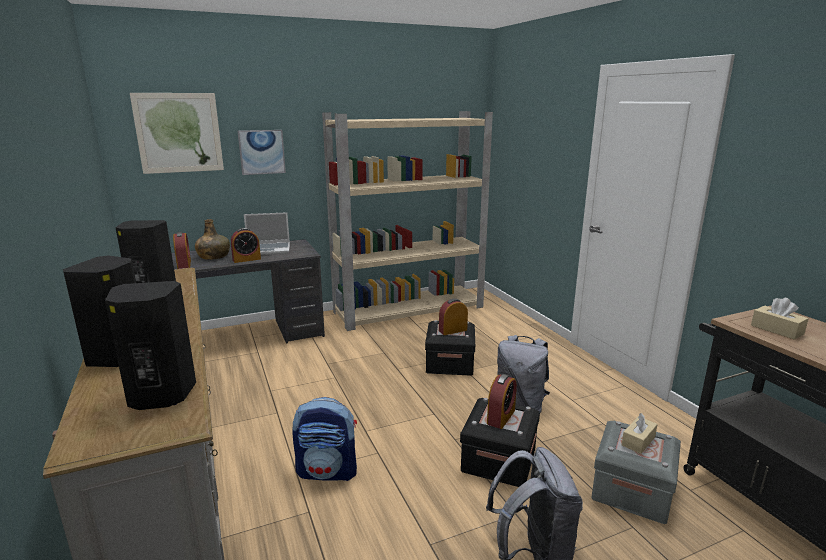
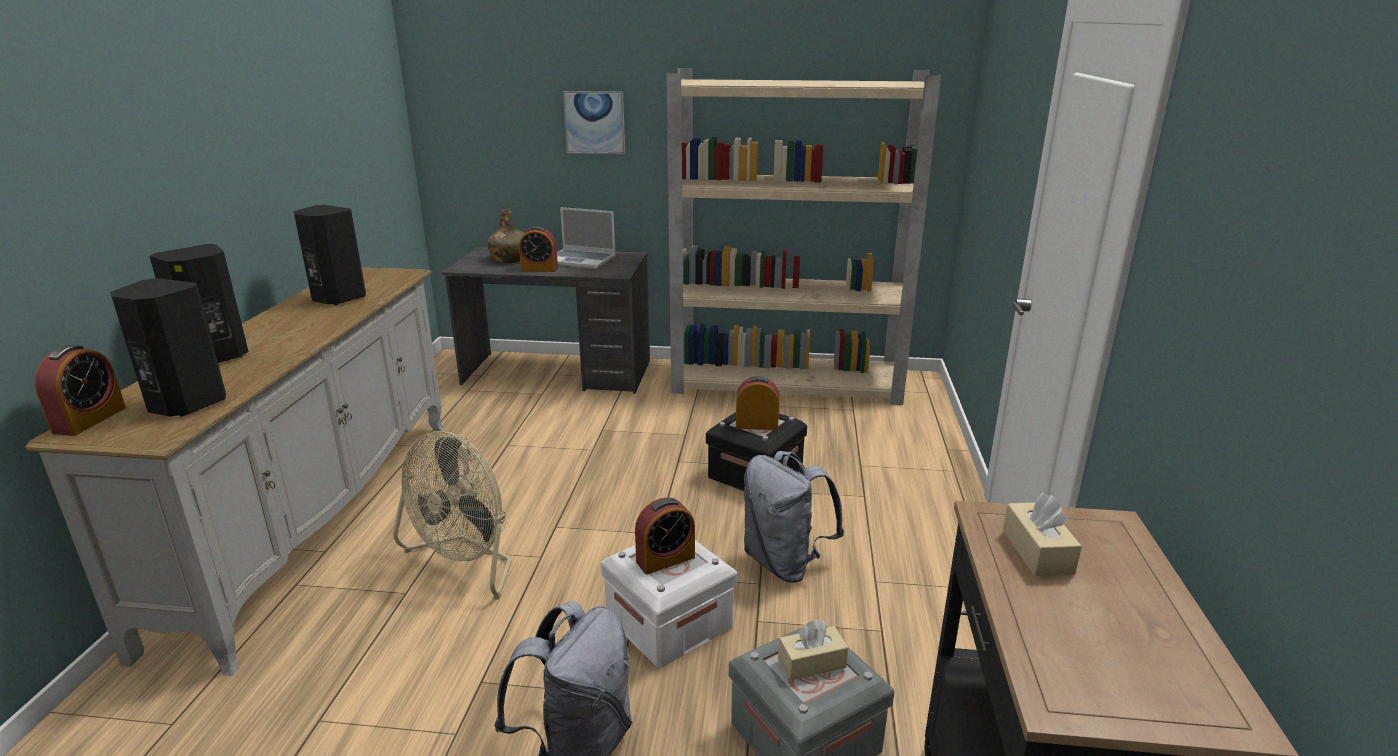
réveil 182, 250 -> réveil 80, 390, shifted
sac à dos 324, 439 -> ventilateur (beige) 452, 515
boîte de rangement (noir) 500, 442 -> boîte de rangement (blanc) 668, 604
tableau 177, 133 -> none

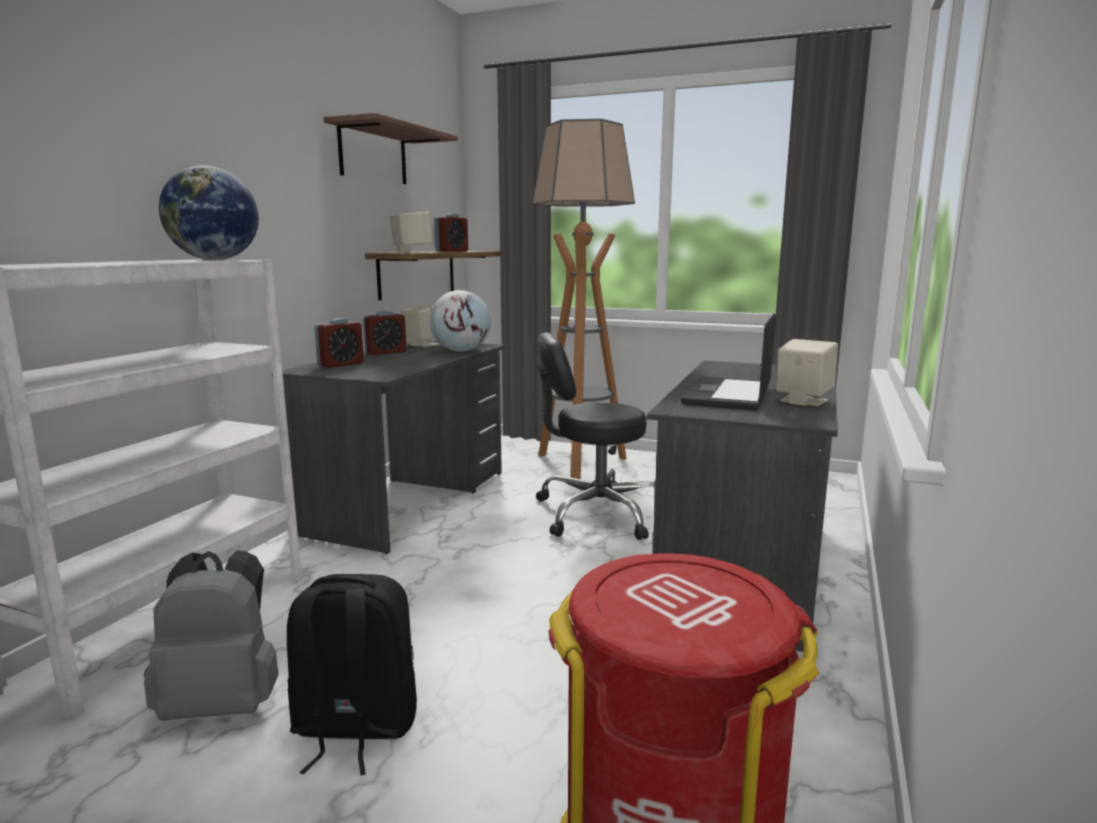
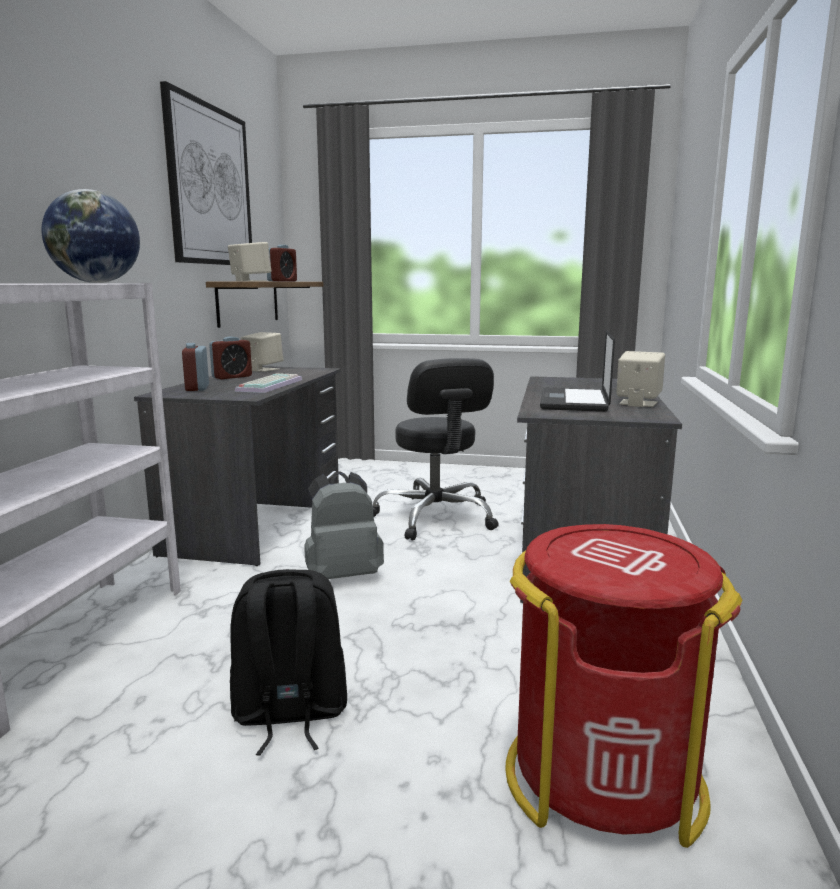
étagère 390, 148 -> tableau 206, 173
réveil 339, 343 -> réveil 195, 367, 135 degrees clockwise
none -> clavier 268, 383
sac à dos (gris) 211, 635 -> sac à dos (gris) 344, 525, shifted
chaise de bureau (noir) 595, 436 -> chaise de bureau (noir) 435, 449, 90 degrees counterclockwise
globe 460, 321 -> none
lampadaire 583, 299 -> none

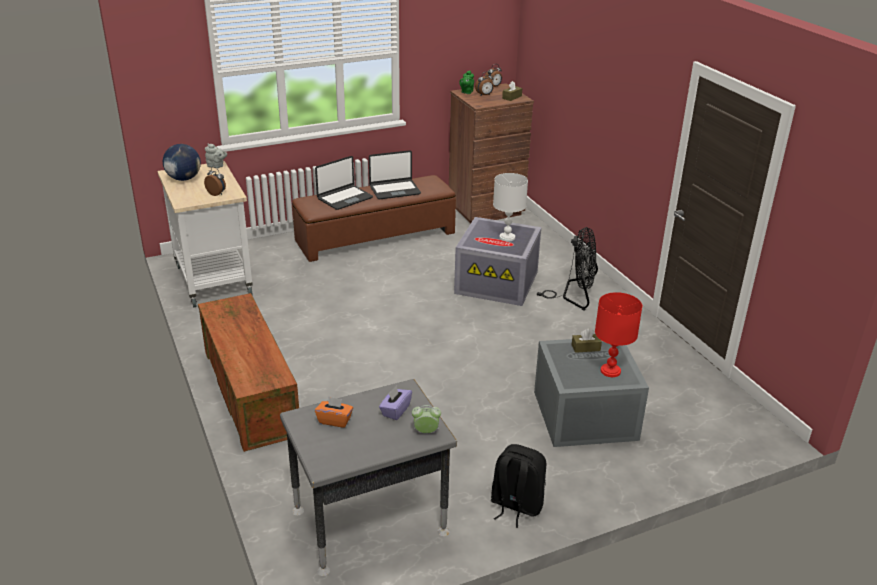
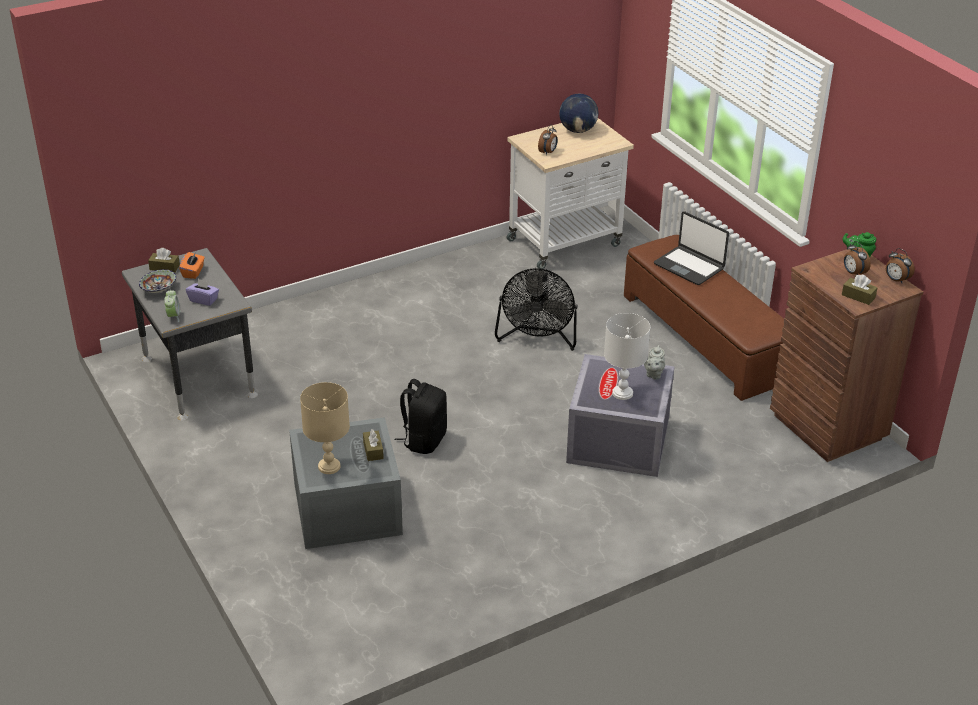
none -> bol 157, 281
none -> boîte à mouchoirs (marron) 164, 260
lampe de table (rouge) 618, 334 -> lampe de table (beige) 325, 428
sac à dos (noir) 518, 486 -> sac à dos (noir) 421, 416, shifted
ventilateur (noir) 567, 269 -> ventilateur (noir) 536, 309, shifted
théière (gris) 216, 155 -> théière (gris) 654, 362, shifted
banc (marron) 248, 372 -> none
ordinateur portable 395, 174 -> none

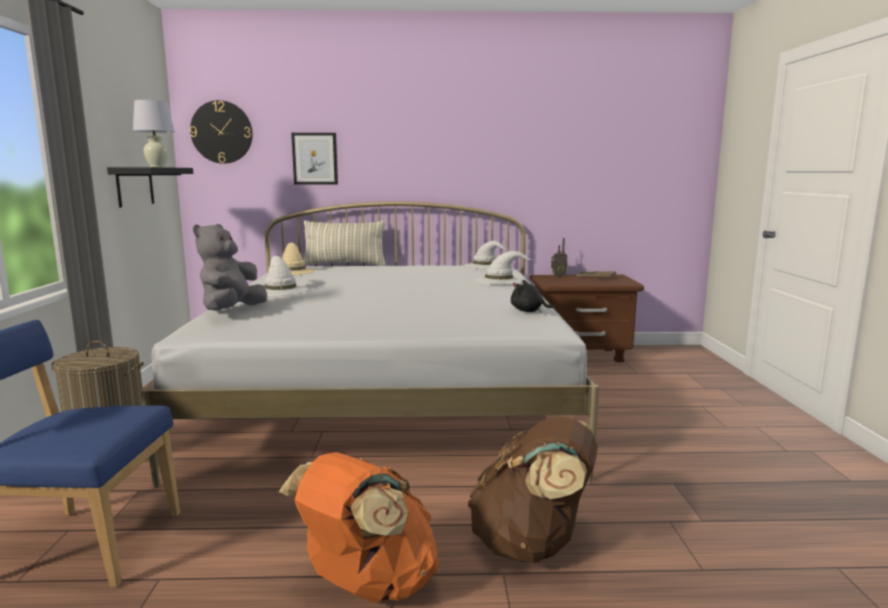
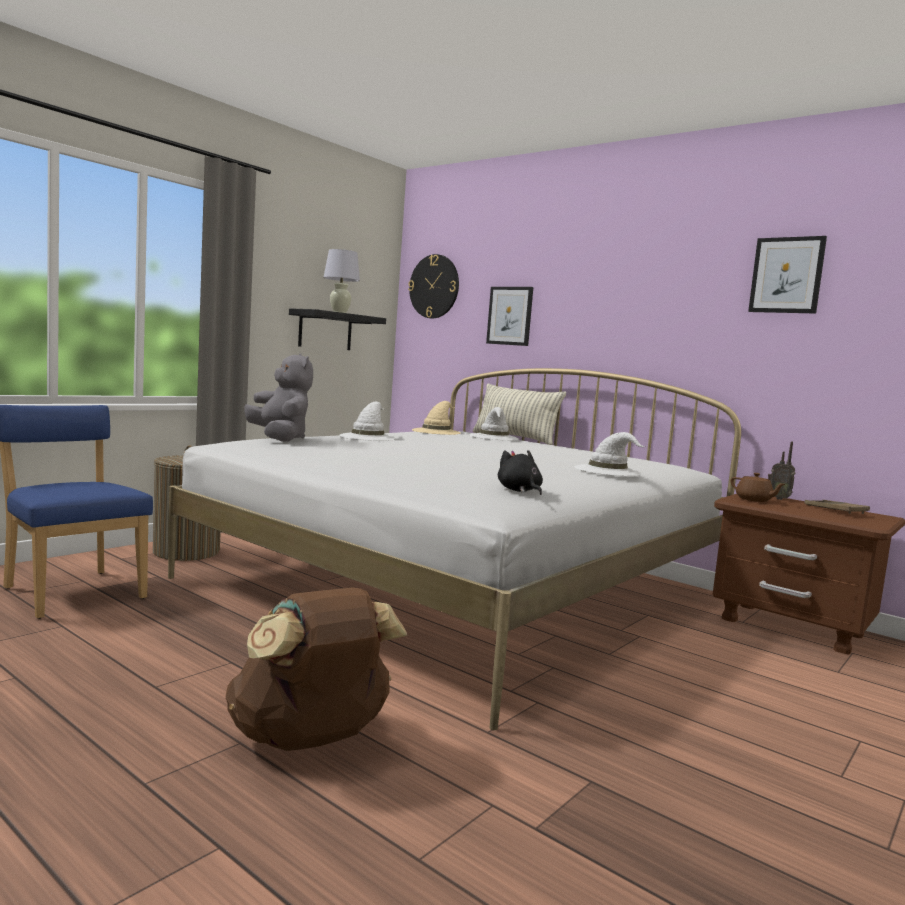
peluche (gris) 230, 267 -> peluche (gris) 278, 398, 90 degrees clockwise
chapeau (blanc) 485, 255 -> chapeau (blanc) 494, 424, shifted
none -> théière (marron) 758, 487
none -> tableau 787, 275
sac à dos (orange) 359, 527 -> none

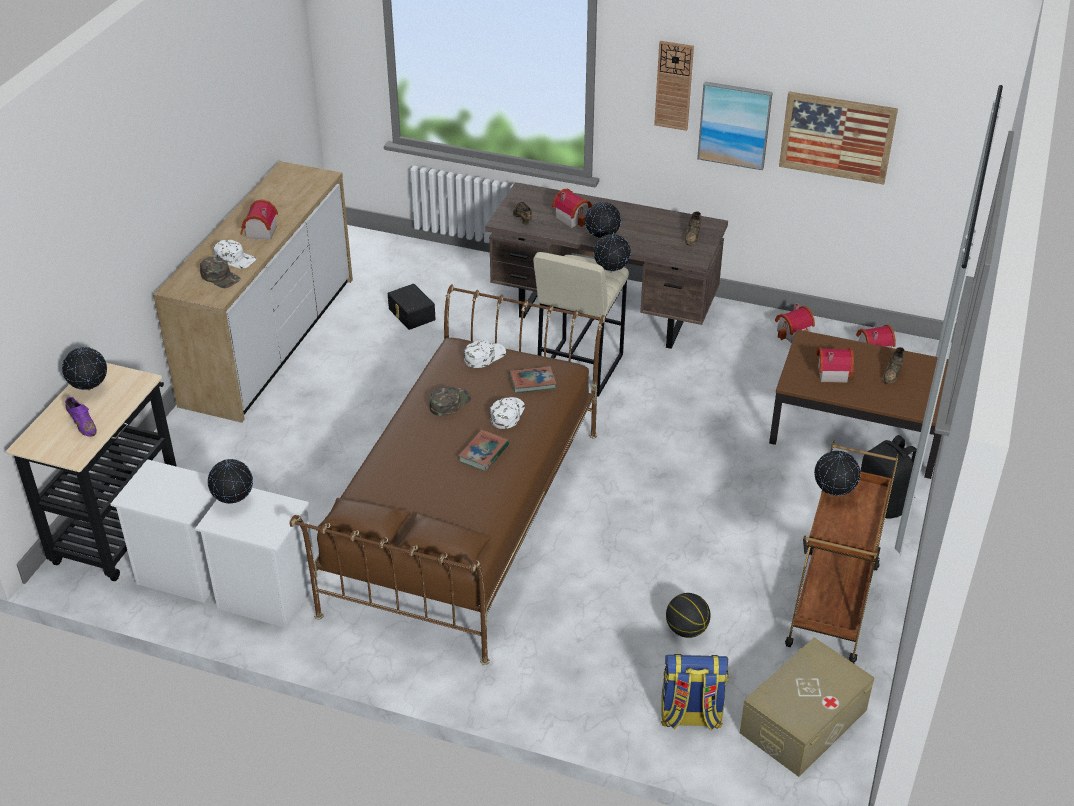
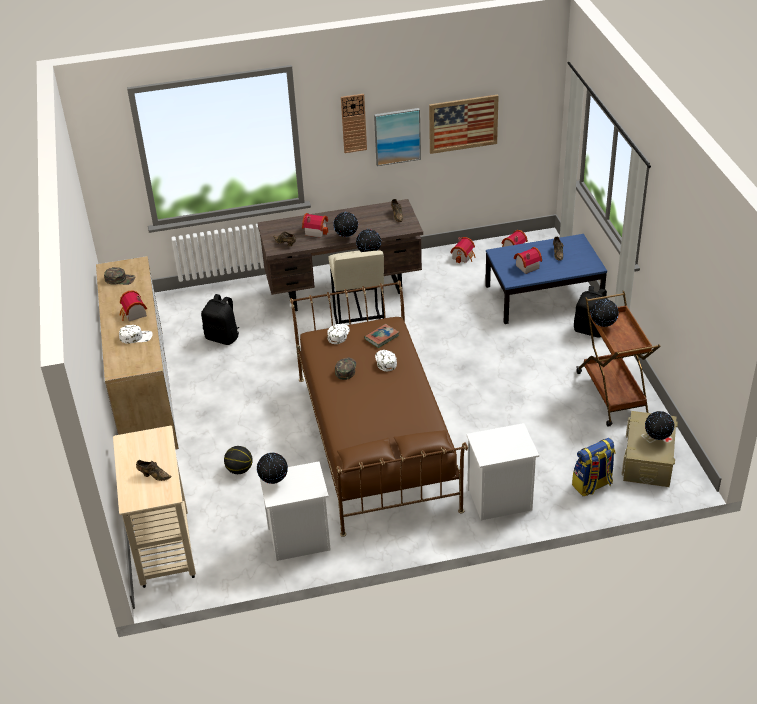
casquette (vert) 220, 272 -> casquette (vert) 119, 276, shifted
chariot (noir) 91, 472 -> chariot (beige) 154, 507
chaussure (violet) 81, 417 -> chaussure (marron) 154, 470
boîte de rangement (noir) 412, 307 -> sac à dos (noir) 220, 319
ballon de basket 688, 615 -> ballon de basket 238, 460, shifted
table de chevet (blanc) 163, 531 -> table de chevet (blanc) 502, 472, shifted
table basse (marron) 859, 404 -> table basse (bleu) 546, 279
globe 84, 368 -> globe 659, 425, shifted
livre 483, 450 -> none

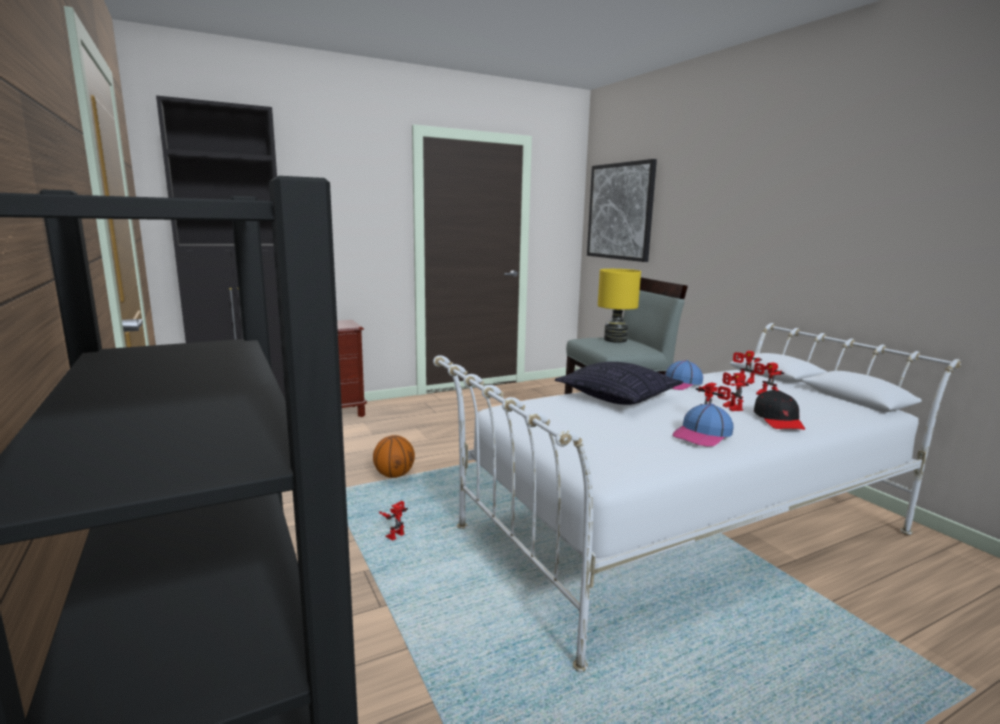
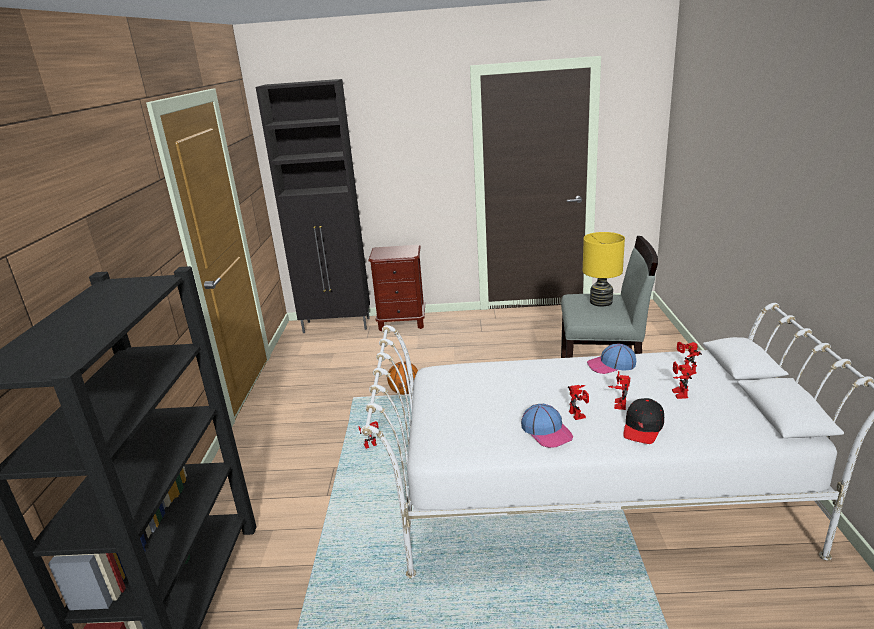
casquette 703, 425 -> casquette 547, 426, 105 degrees counterclockwise
coussin 619, 383 -> none
tableau 622, 210 -> none

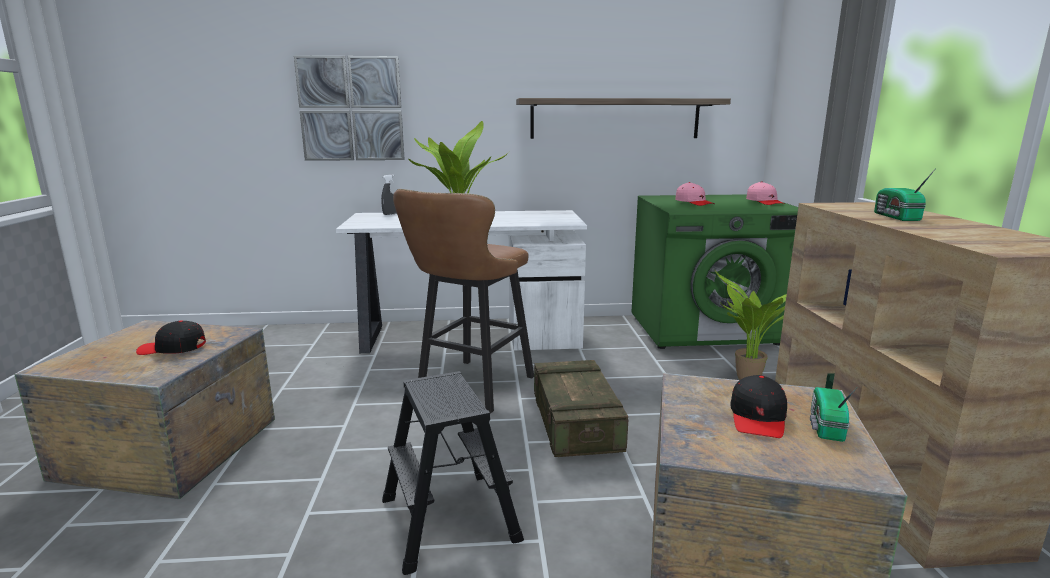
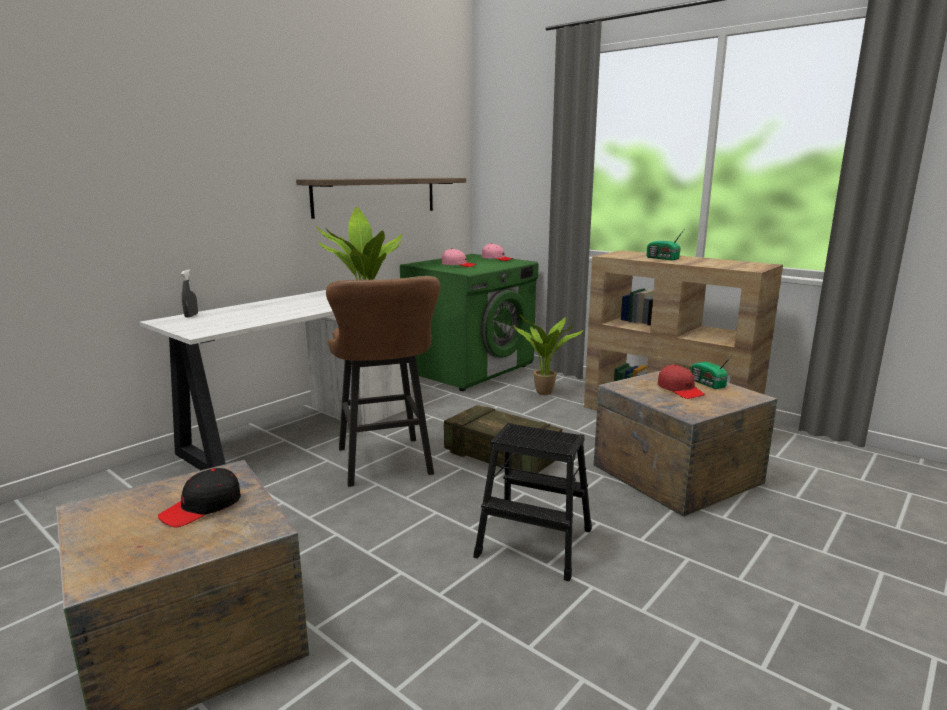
casquette (noir) 758, 406 -> casquette (rouge) 681, 381
tableau 349, 108 -> none

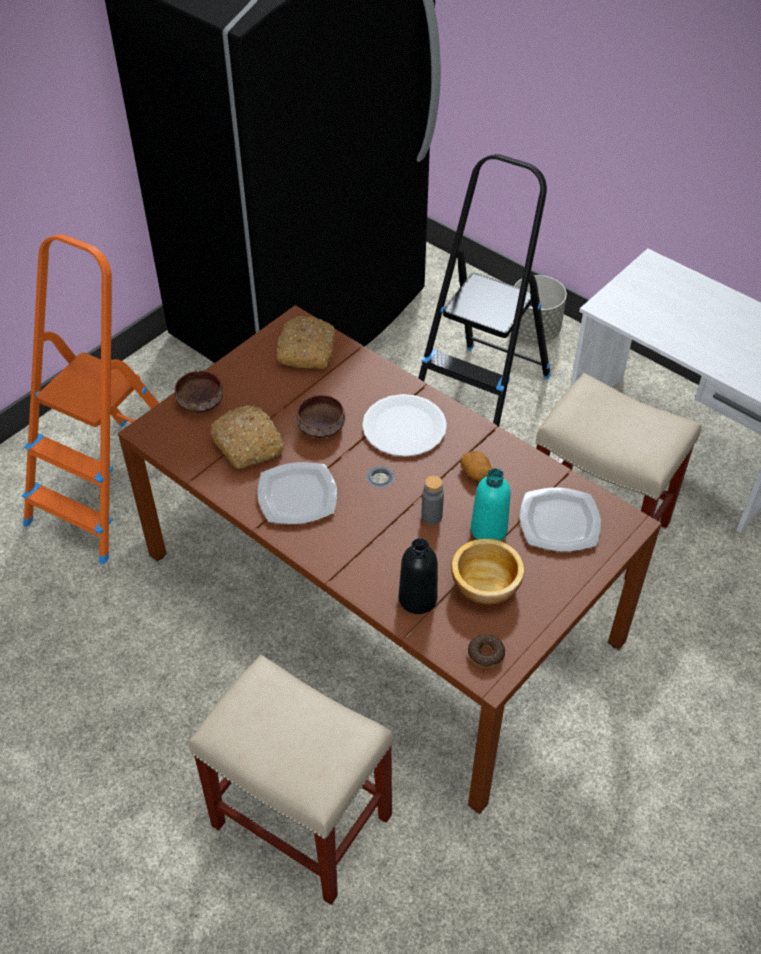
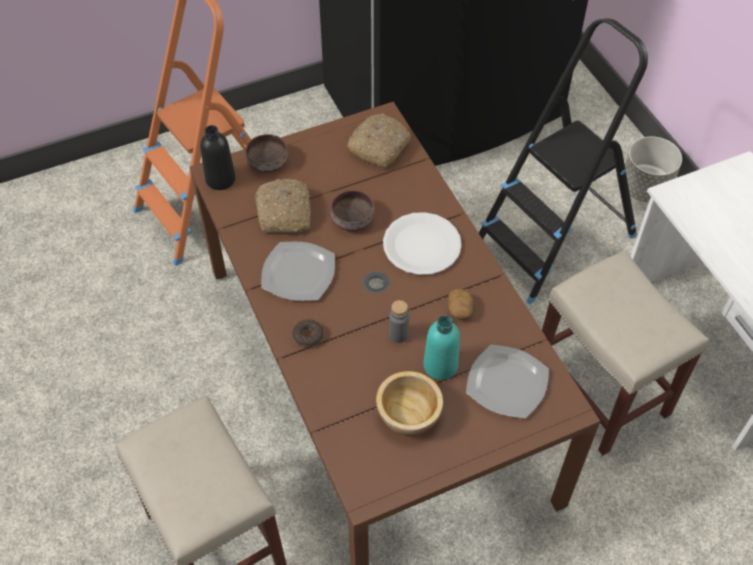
bouteille (noir) 418, 576 -> bouteille (noir) 218, 157, shifted
beignet 486, 651 -> beignet 308, 333, shifted

